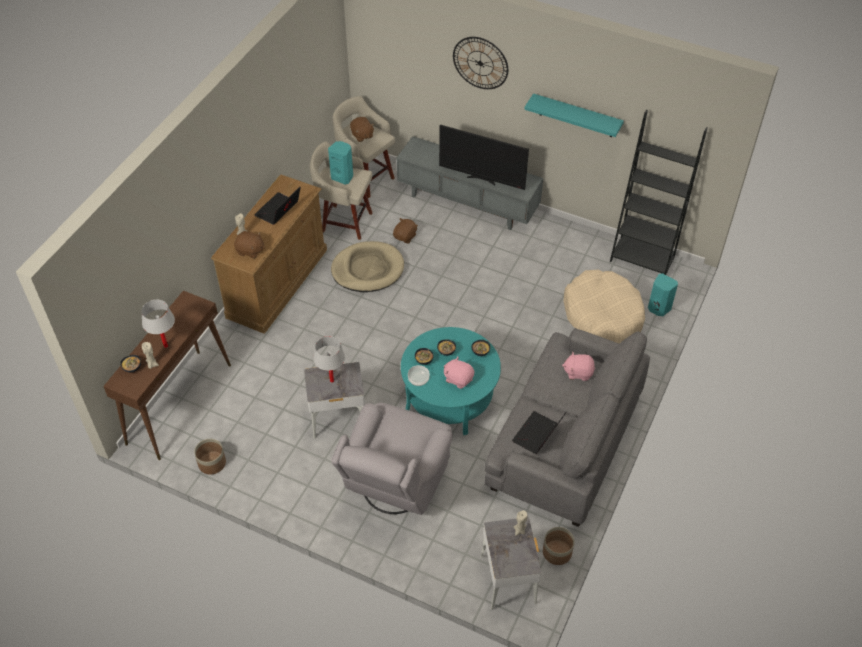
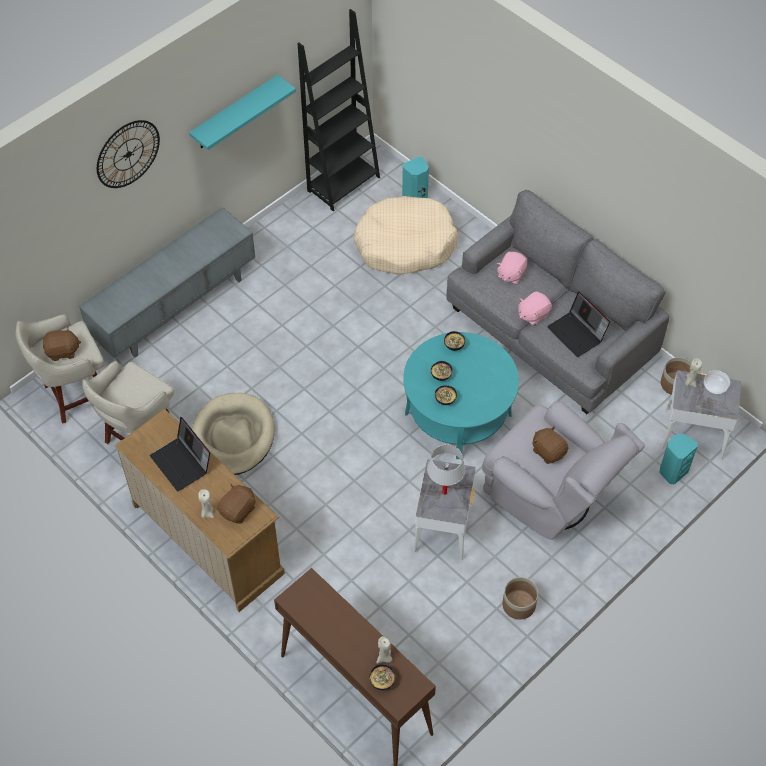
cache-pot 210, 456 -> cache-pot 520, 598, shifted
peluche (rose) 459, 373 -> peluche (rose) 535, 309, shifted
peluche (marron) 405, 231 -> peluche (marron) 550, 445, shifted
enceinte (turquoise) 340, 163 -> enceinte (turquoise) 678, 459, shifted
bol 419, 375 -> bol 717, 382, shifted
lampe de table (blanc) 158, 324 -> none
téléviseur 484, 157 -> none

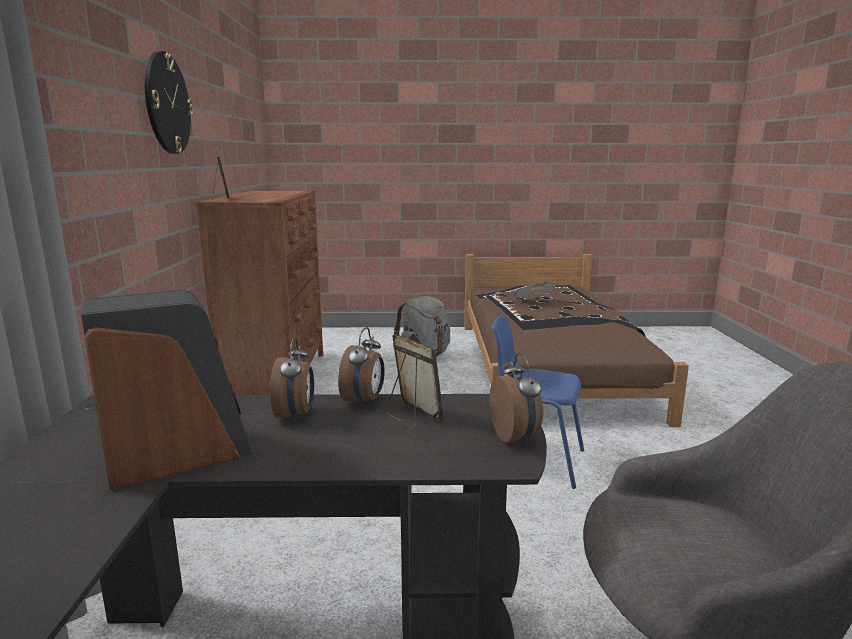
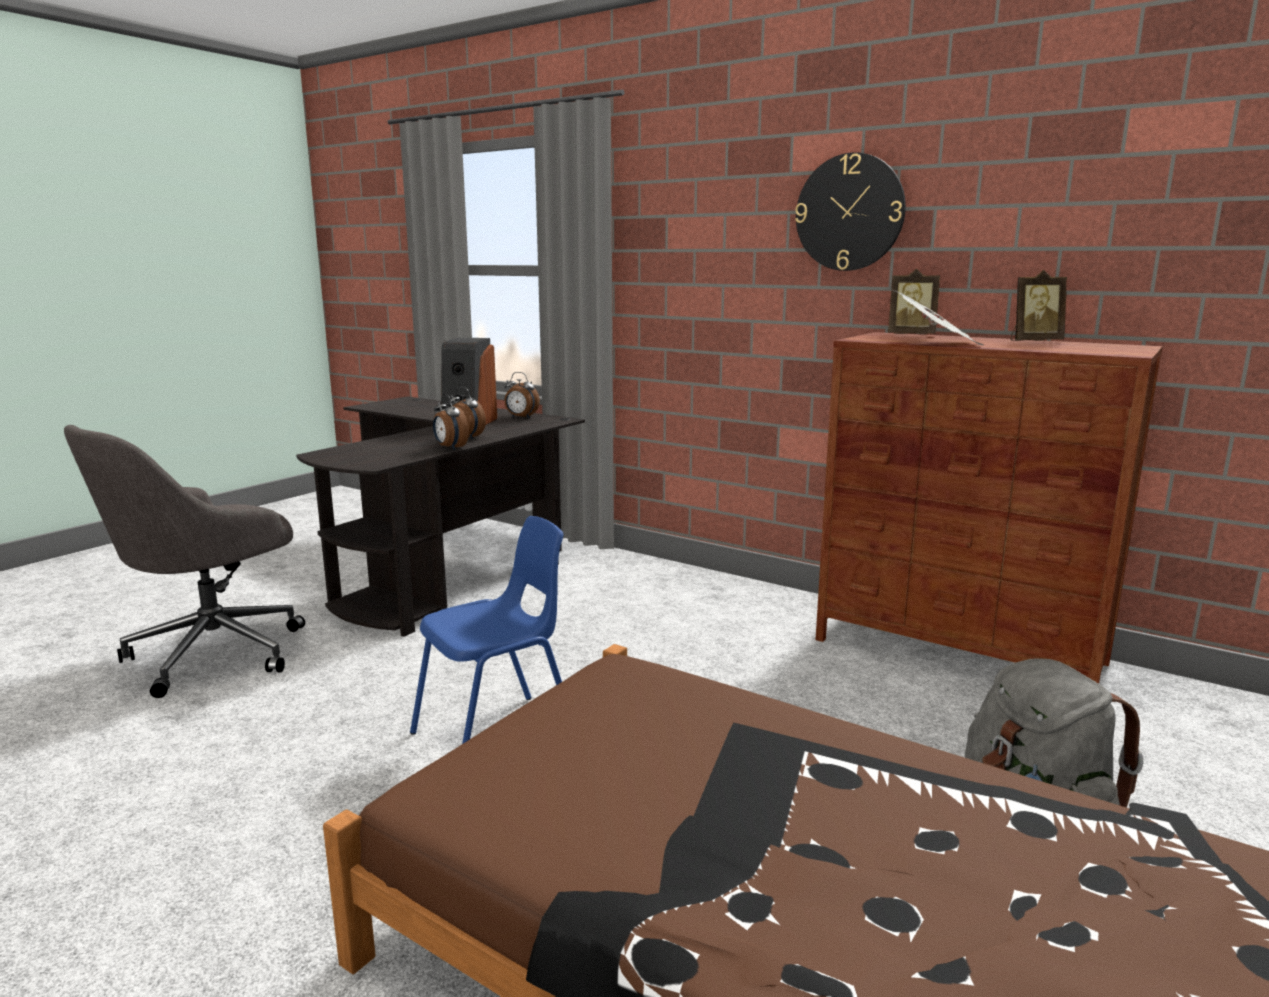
réveil 517, 399 -> réveil 522, 395, shifted
journal 534, 289 -> journal 937, 317, shifted
cadre photo 415, 381 -> cadre photo 1038, 305, shifted

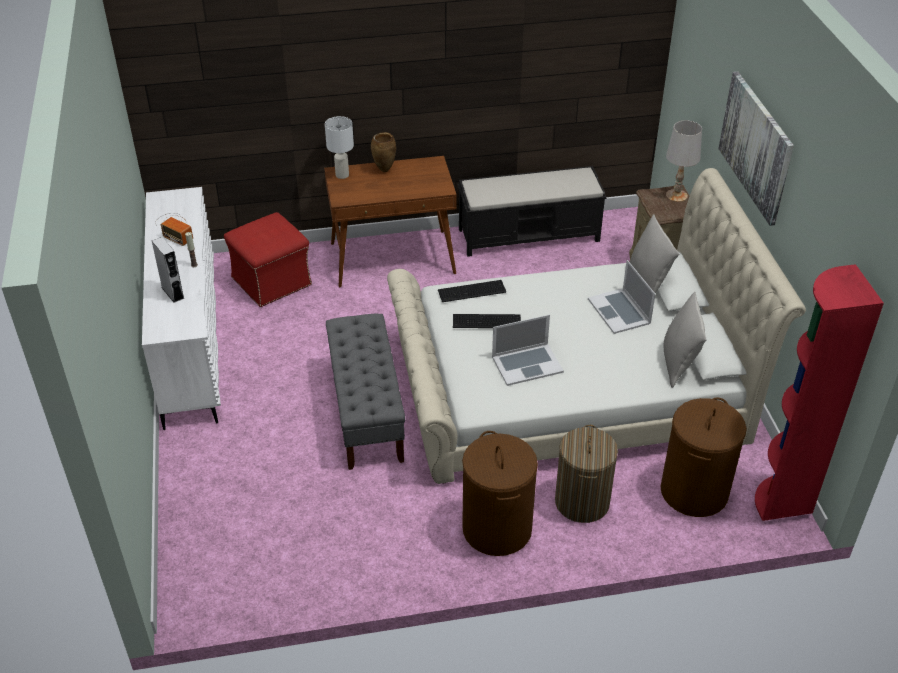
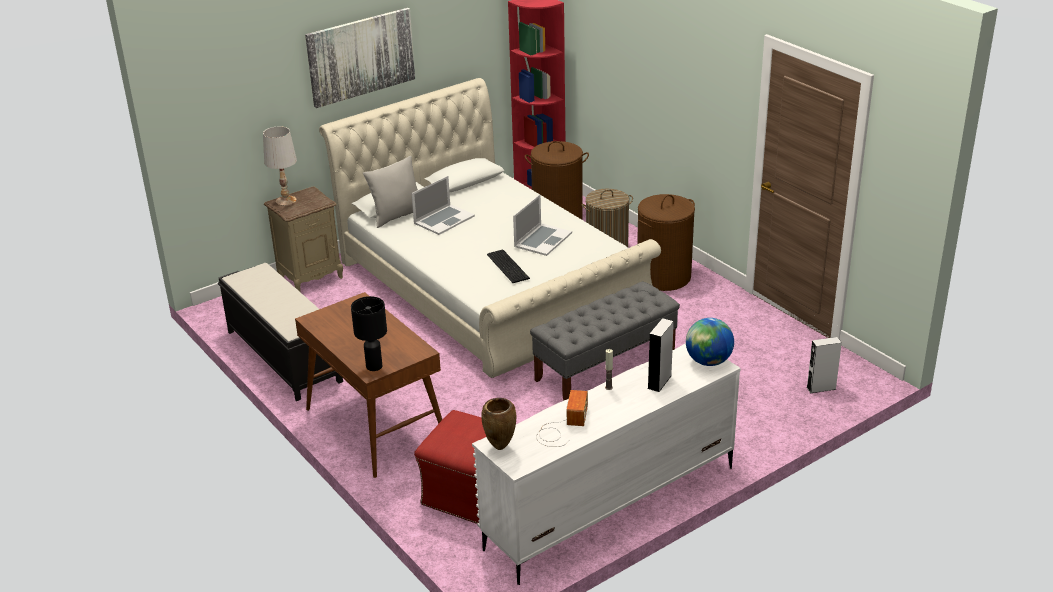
lampe de table (blanc) 339, 147 -> lampe de table (noir) 369, 333
vase (marron) 383, 152 -> vase (marron) 498, 424, shifted
ordinateur portable 528, 350 -> ordinateur portable 542, 225, 75 degrees clockwise
none -> globe 710, 342
none -> enceinte (gris) 824, 365
clavier 472, 291 -> none
coussin (gris) 685, 340 -> none

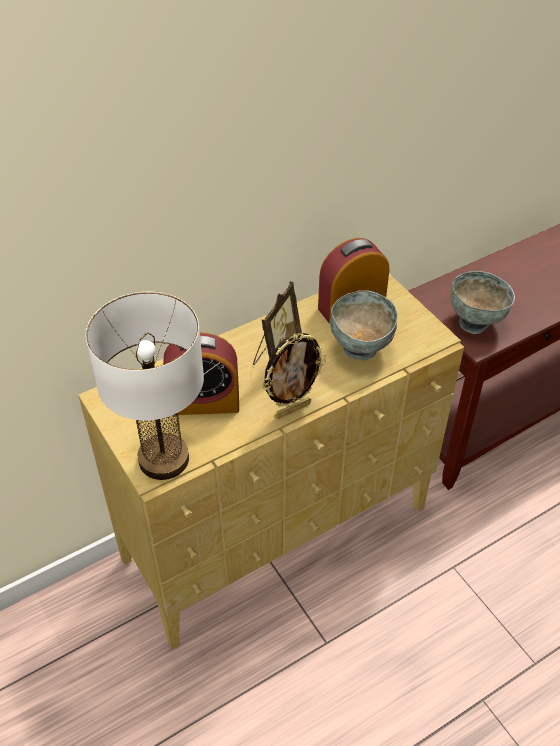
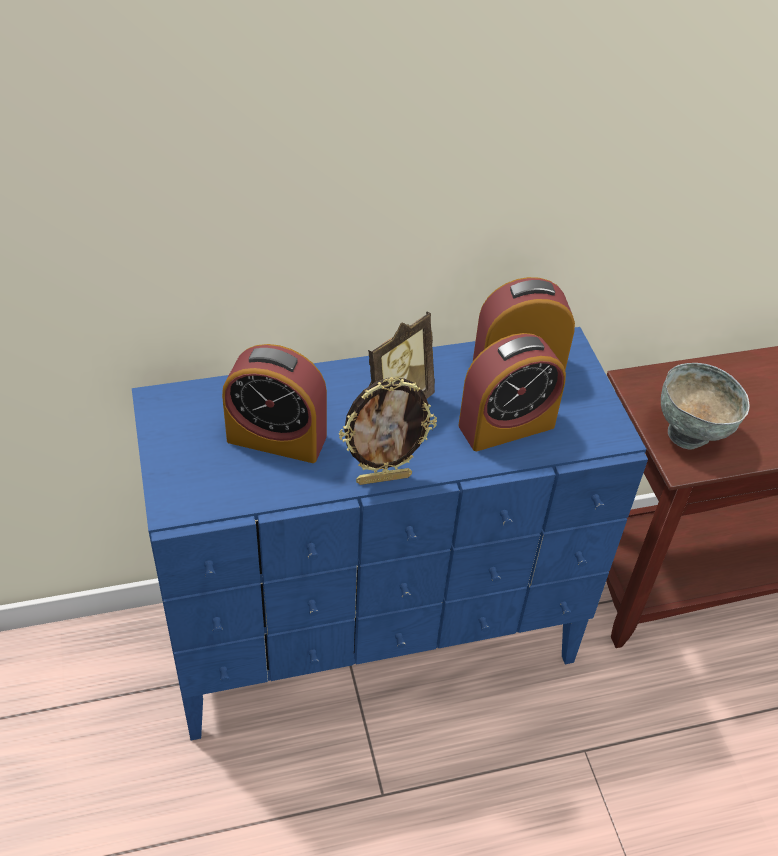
commode (beige) 271, 461 -> commode (bleu) 390, 533
bol (gris) 364, 325 -> réveil 512, 392
lampe de table 145, 386 -> none

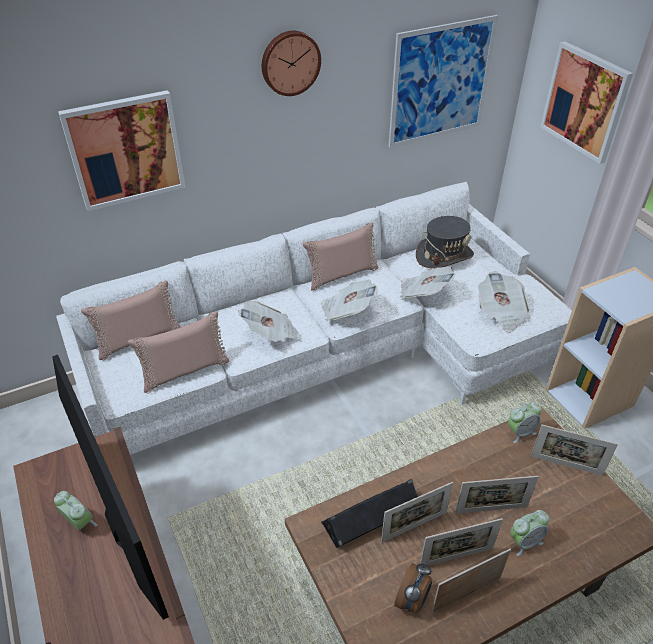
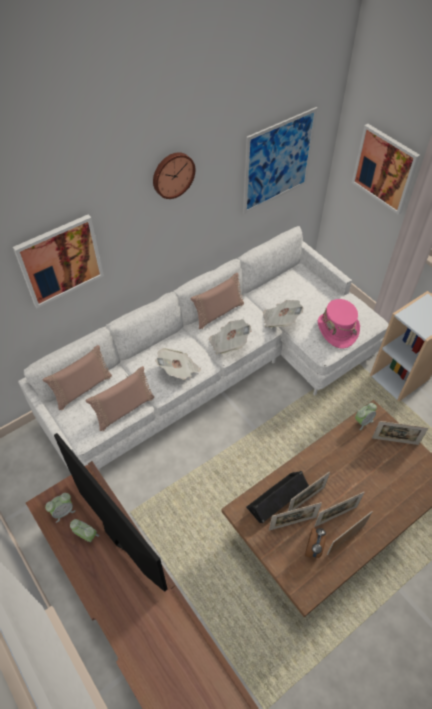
réveil 529, 533 -> réveil 60, 508, shifted
cadre photo 497, 495 -> cadre photo 295, 516, shifted
journal 504, 302 -> chapeau (rose) 339, 323
chapeau (gris) 445, 242 -> none

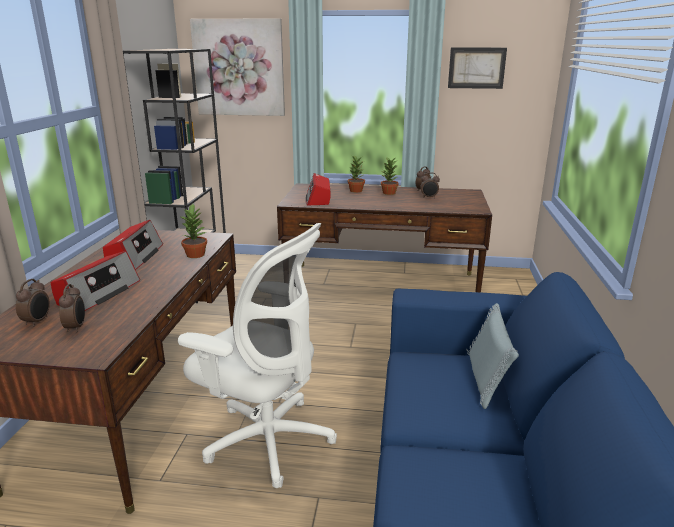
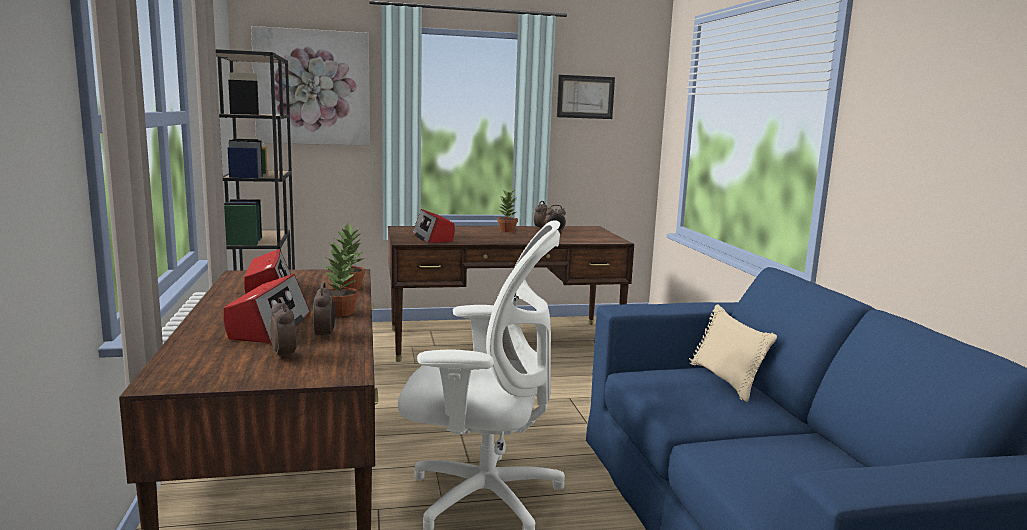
réveil 33, 303 -> réveil 324, 311, shifted
plante en pot 356, 173 -> plante en pot 342, 279, shifted
coussin (bleu) 492, 356 -> coussin (beige) 733, 353

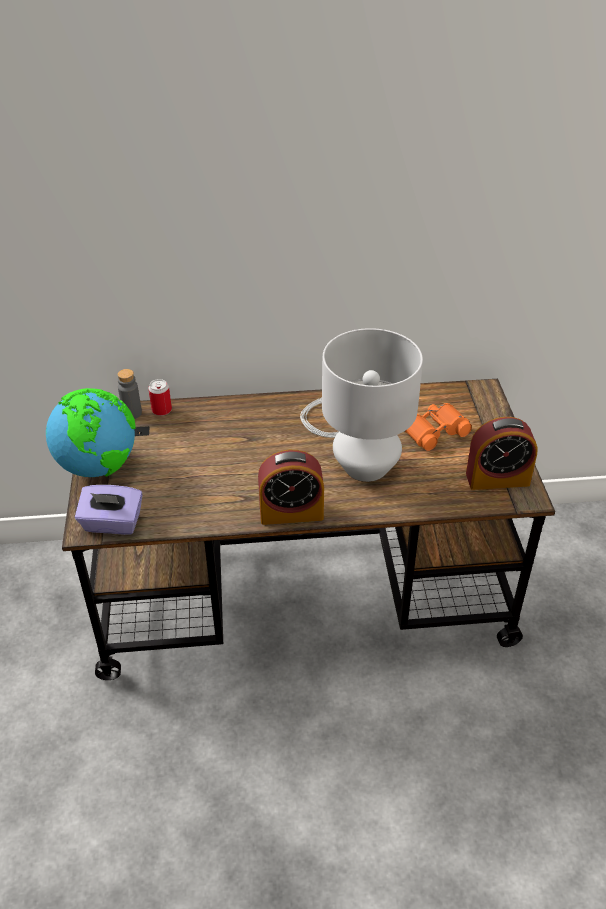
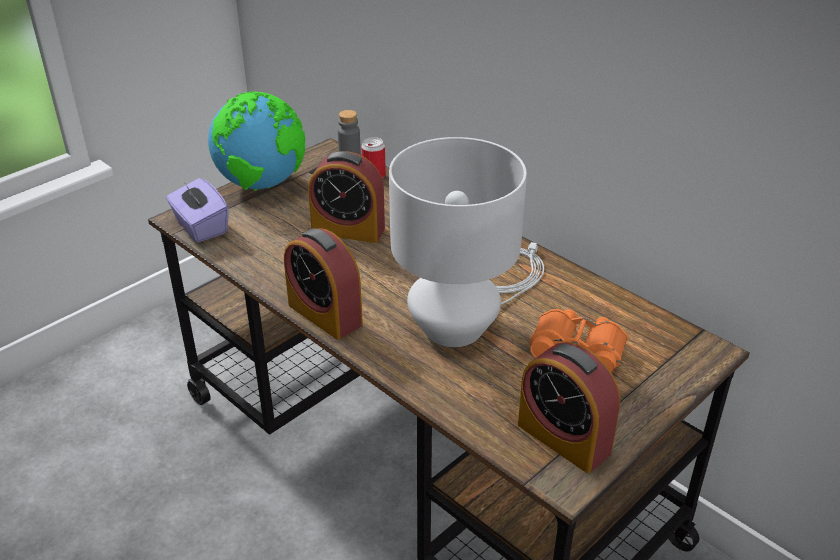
none -> réveil 346, 197

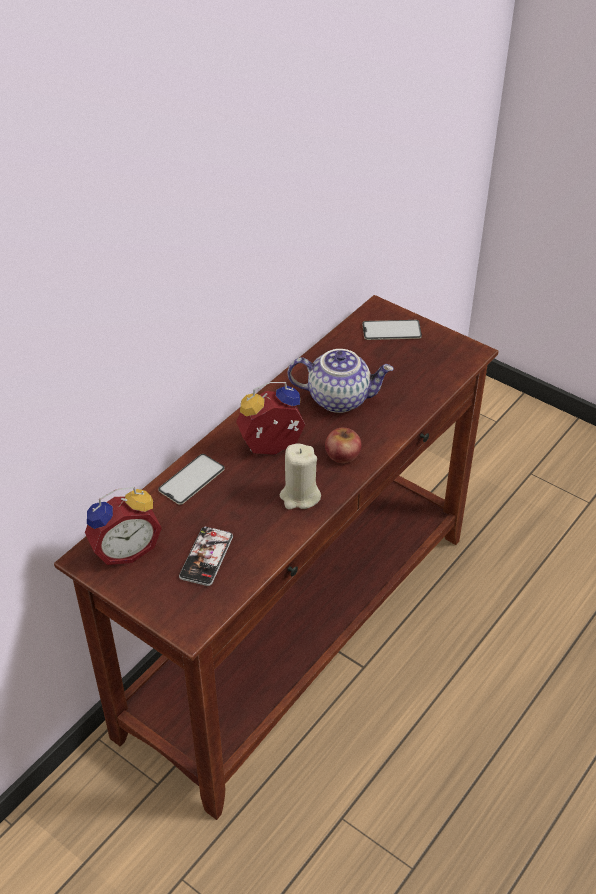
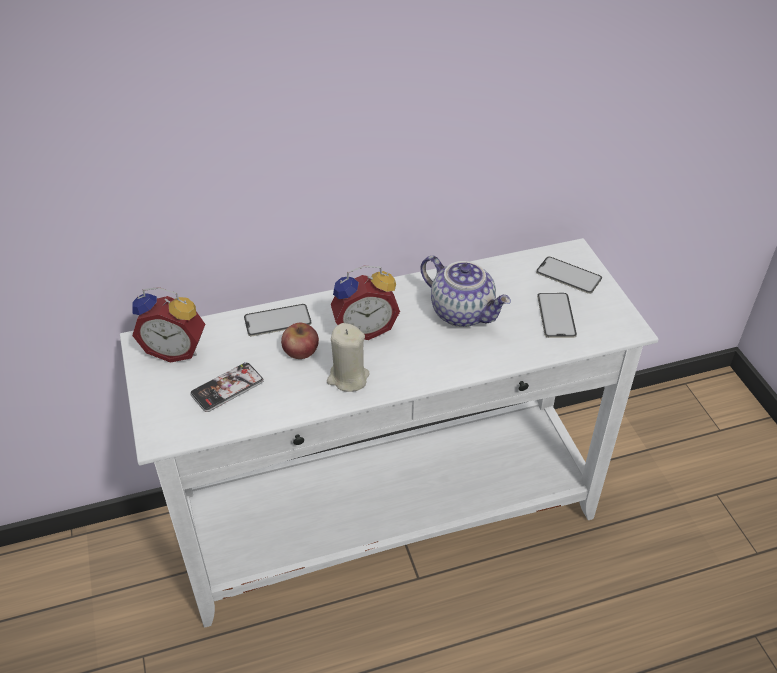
table console (marron) 276, 557 -> table console (blanc) 389, 433
pomme 343, 445 -> pomme 300, 341, shifted
réveil 270, 418 -> réveil 365, 303, 150 degrees clockwise
none -> téléphone 557, 315

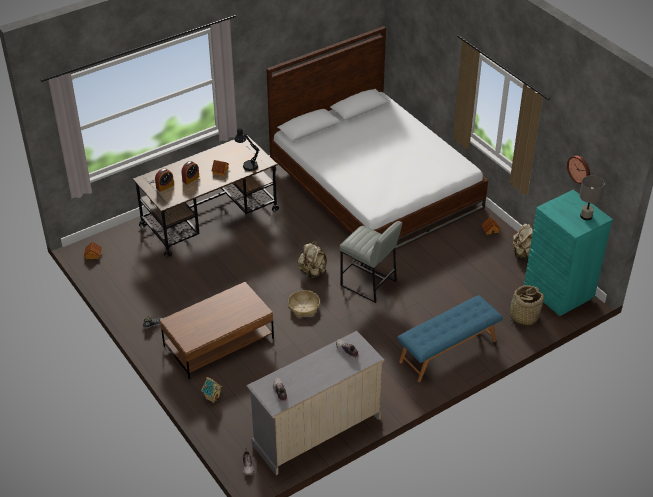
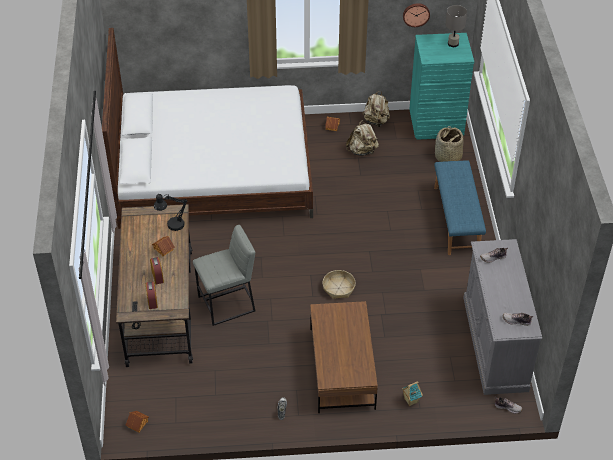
chaise (gris) 371, 262 -> chaise (gris) 224, 275, shifted
sac à dos (beige) 312, 260 -> sac à dos (beige) 362, 138, shifted

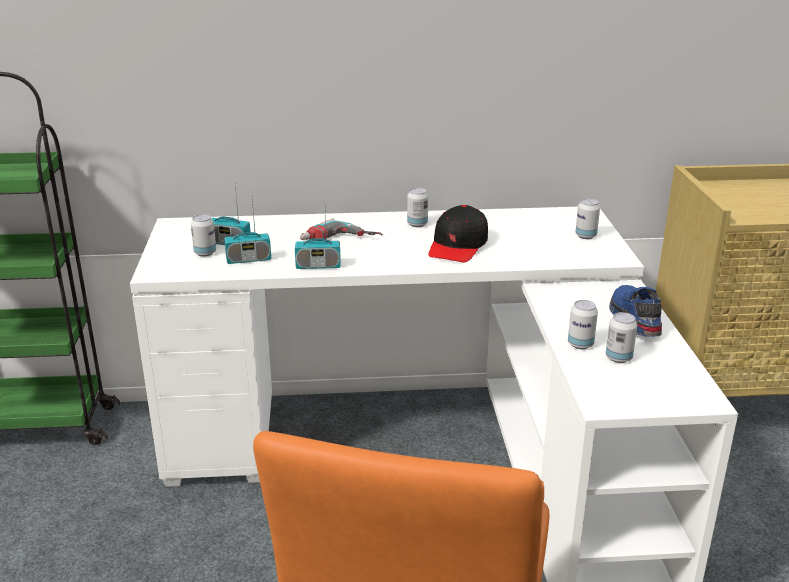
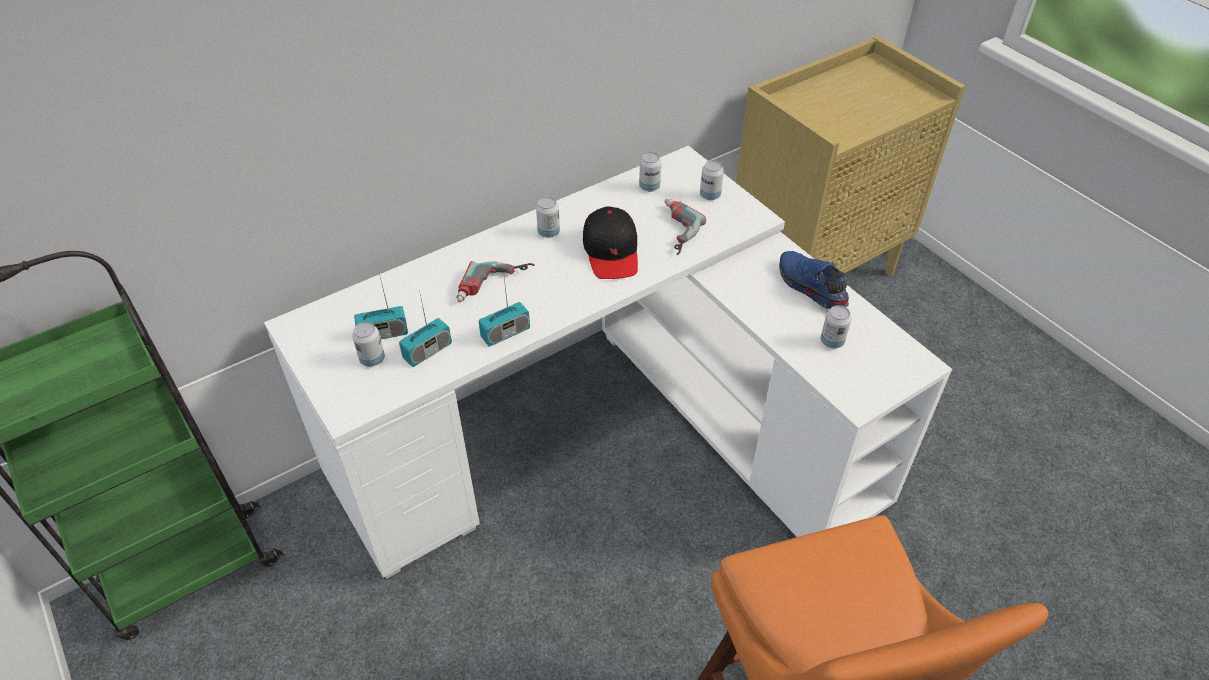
boîte métallique 583, 324 -> boîte métallique 650, 172, shifted
none -> perceuse 685, 227

